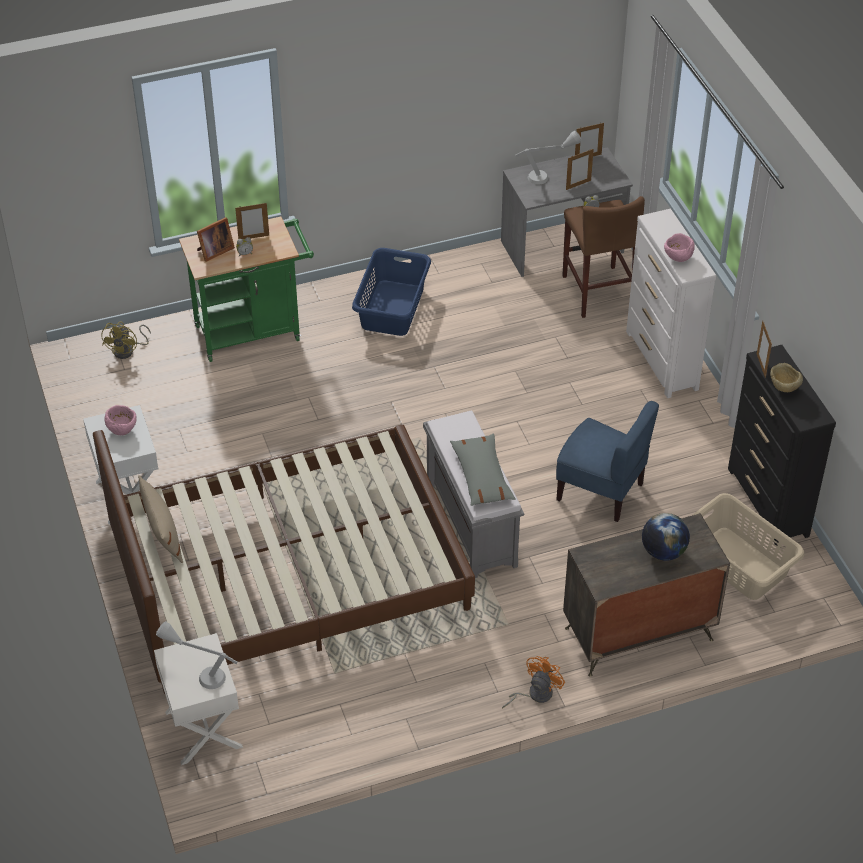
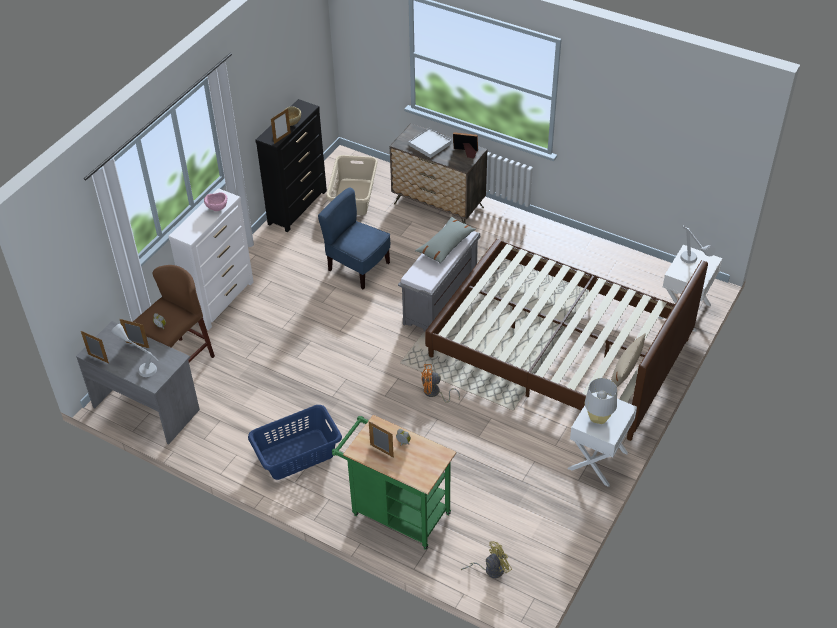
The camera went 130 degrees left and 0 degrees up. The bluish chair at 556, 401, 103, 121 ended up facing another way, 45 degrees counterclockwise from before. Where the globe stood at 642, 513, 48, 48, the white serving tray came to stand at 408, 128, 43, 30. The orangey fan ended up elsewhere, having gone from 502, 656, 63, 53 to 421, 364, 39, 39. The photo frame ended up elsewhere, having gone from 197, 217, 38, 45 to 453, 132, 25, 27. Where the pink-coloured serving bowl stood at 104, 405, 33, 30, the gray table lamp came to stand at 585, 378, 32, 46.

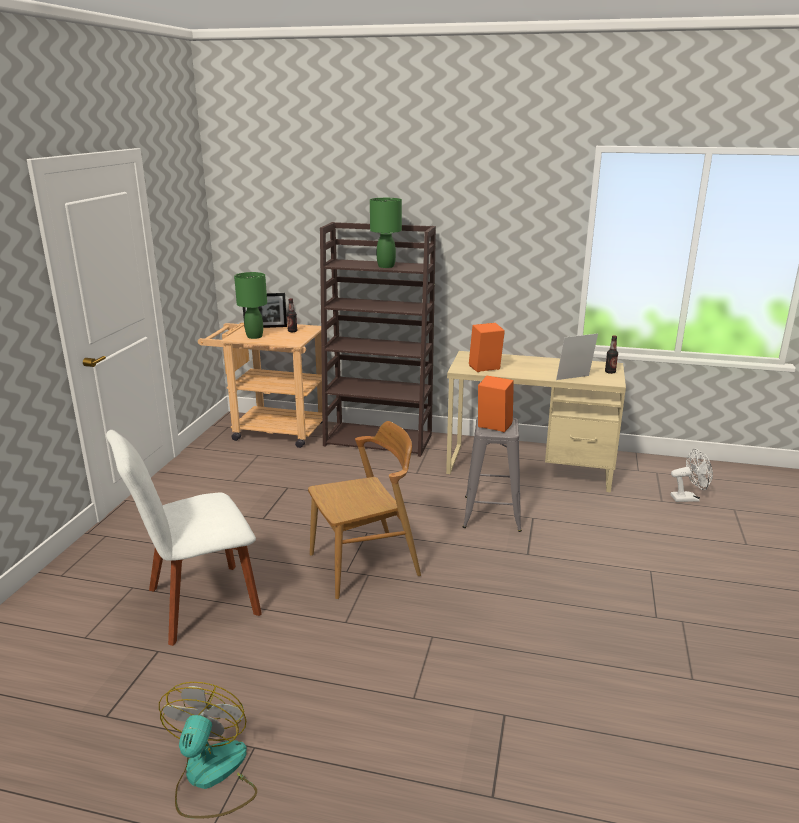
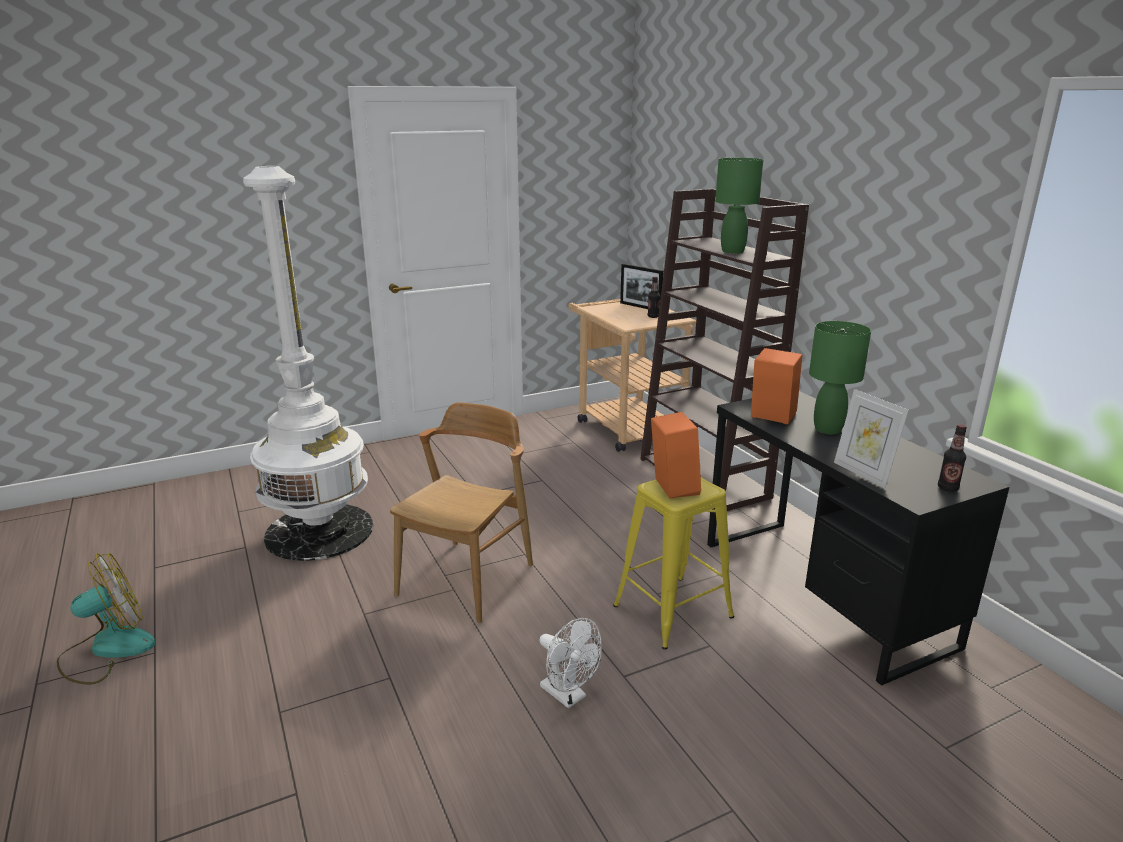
The camera went 50 degrees right and 0 degrees up. Where the white chair stood at 106, 430, 156, 216, the white standard lamp came to stand at 243, 166, 130, 395. The brown-coloured chair at 308, 421, 113, 178 ended up facing another way, 90 degrees counterclockwise from before. The white fan ended up elsewhere, having gone from 670, 448, 43, 54 to 539, 618, 63, 91. What was the gray stool at 463, 417, 59, 115 turned into the yellow-coloured stool at 613, 477, 121, 172. What was the sand-coloured desk at 446, 351, 180, 141 turned into the blackish desk at 707, 391, 303, 295. The greenish table lamp ended up elsewhere, having gone from 234, 272, 33, 67 to 809, 321, 62, 113. The photo frame at 556, 334, 42, 46 ended up facing another way, 150 degrees counterclockwise from before.

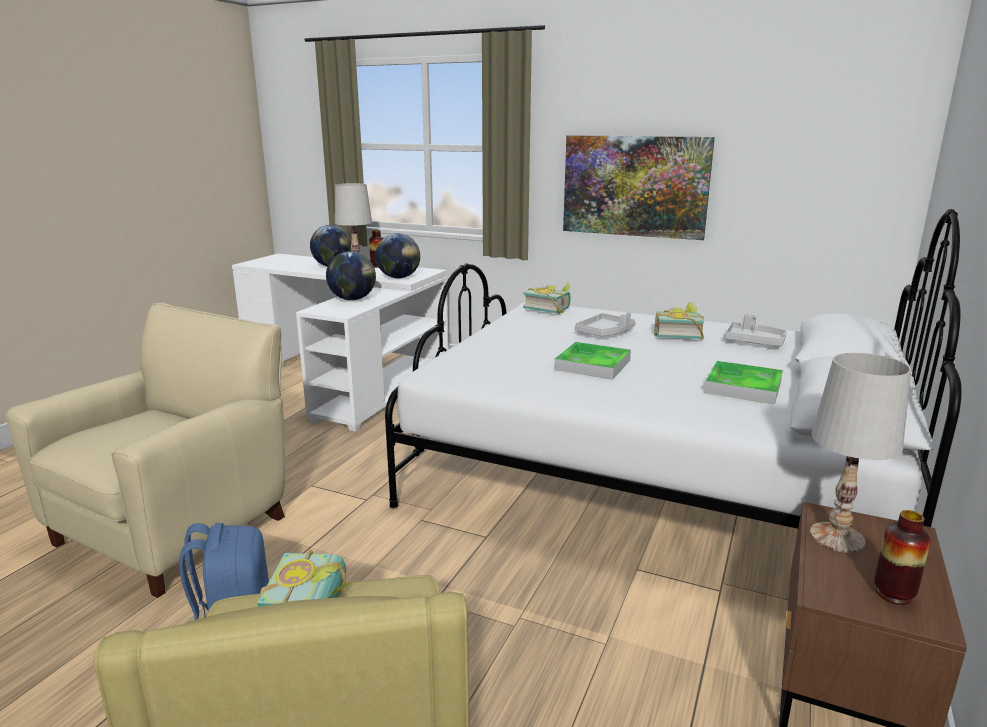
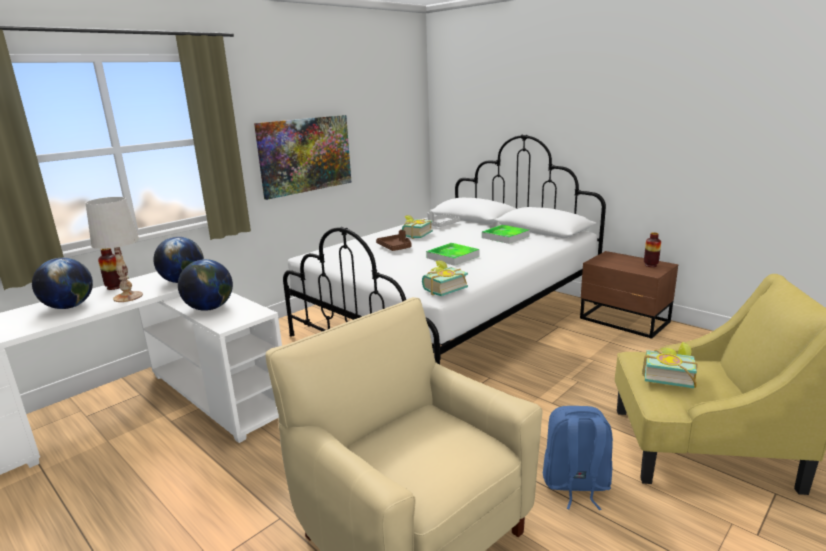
The camera went 70 degrees left and 0 degrees up. What was the gray serving tray at 575, 312, 60, 24 turned into the brown-coloured serving tray at 376, 230, 35, 21. The volume ended up elsewhere, having gone from 523, 283, 48, 31 to 422, 260, 46, 36. The second view lost the white table lamp at 810, 353, 101, 200.

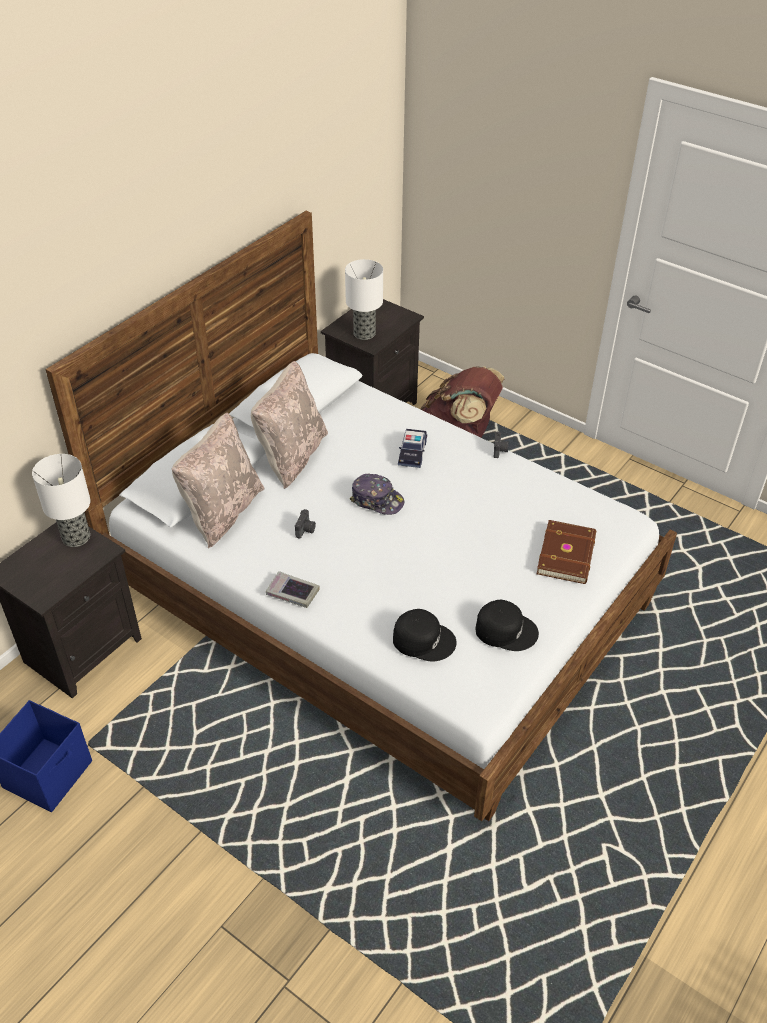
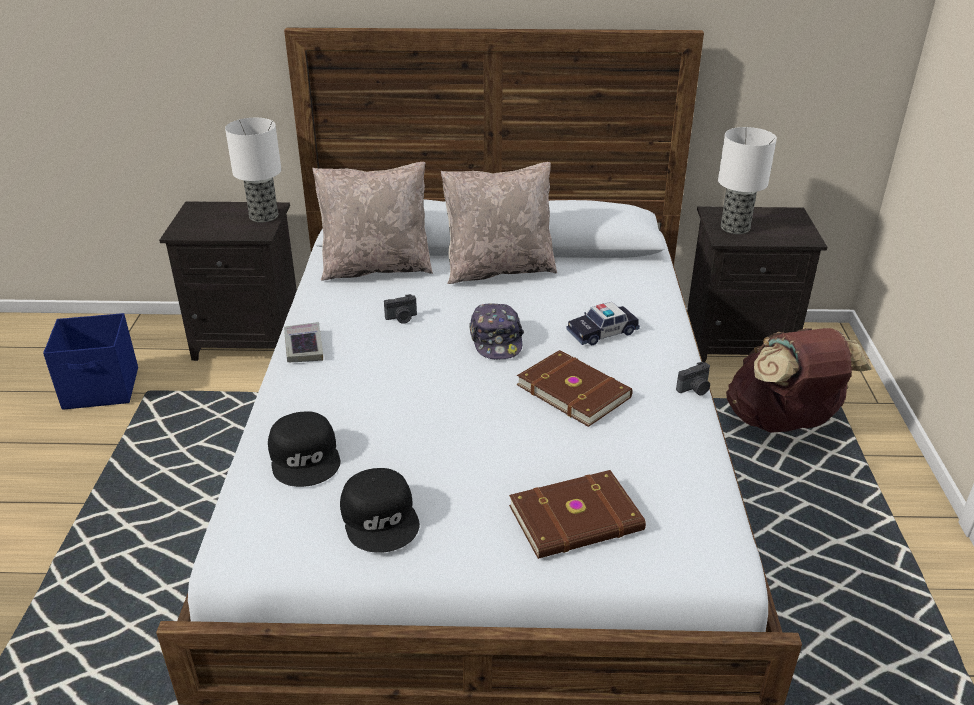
The camera went 55 degrees right and 10 degrees down. The second view gained the brown-coloured volume at 517, 350, 116, 77.

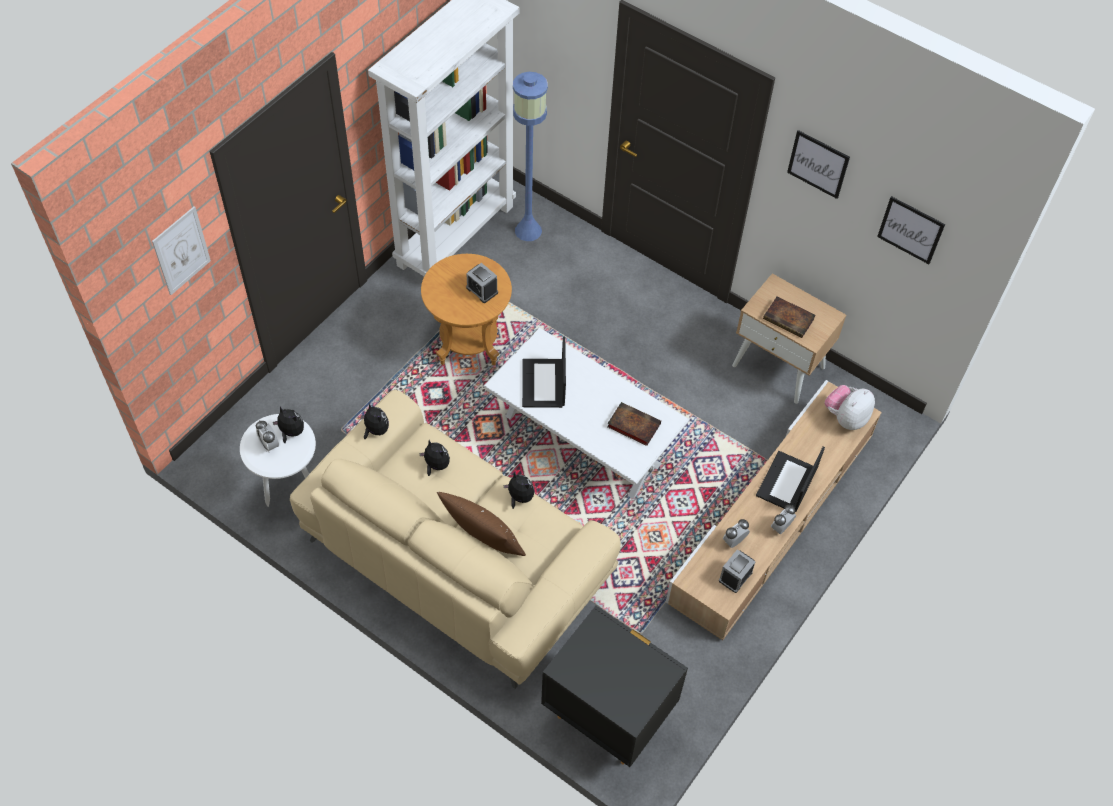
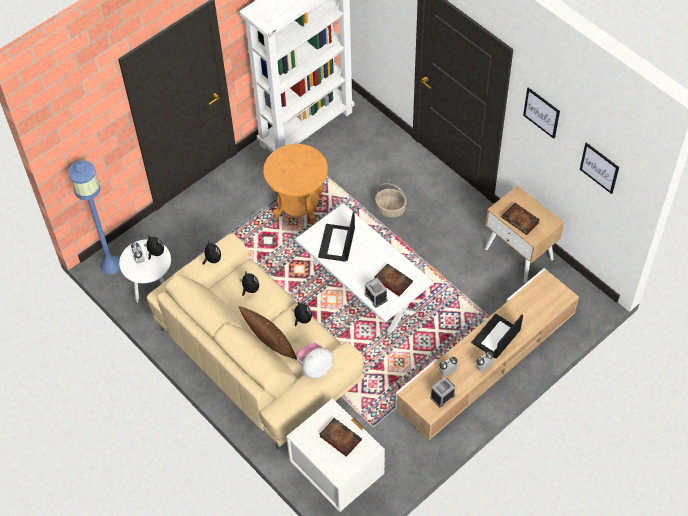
The camera went 15 degrees right and 0 degrees up. The bluish standard lamp ended up elsewhere, having gone from 513, 72, 35, 169 to 68, 160, 52, 114. What was the blackish night table at 541, 605, 147, 162 turned into the white night table at 286, 398, 99, 114. The plush toy ended up elsewhere, having gone from 824, 385, 51, 45 to 296, 343, 37, 36. The second view gained the volume at 320, 418, 42, 39. The alarm clock ended up elsewhere, having gone from 466, 263, 32, 40 to 364, 278, 23, 30. The second view gained the basket at 375, 183, 32, 35. The second view lost the picture at 152, 206, 59, 89.

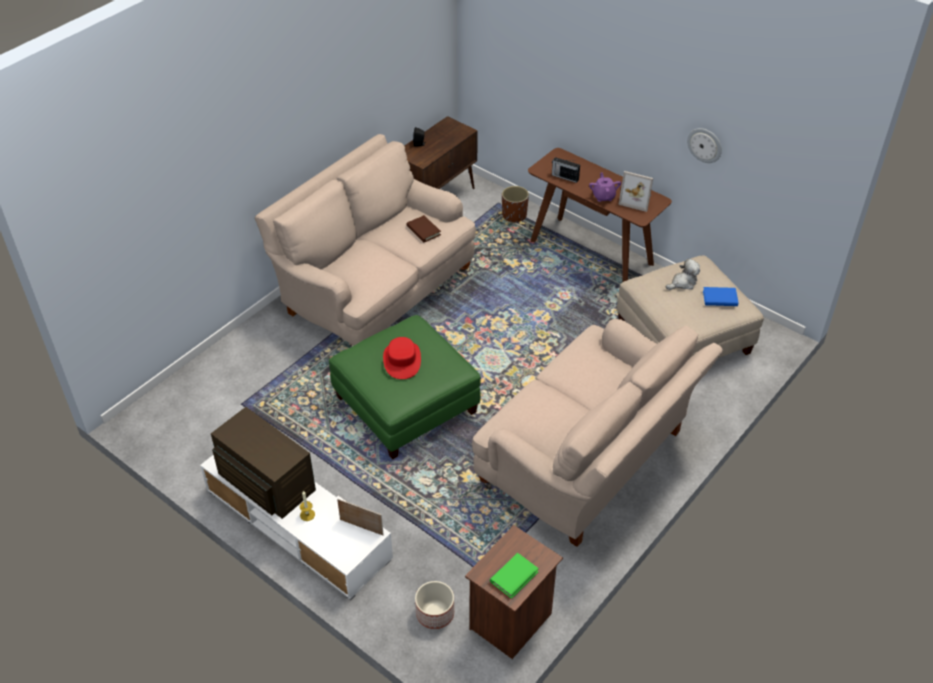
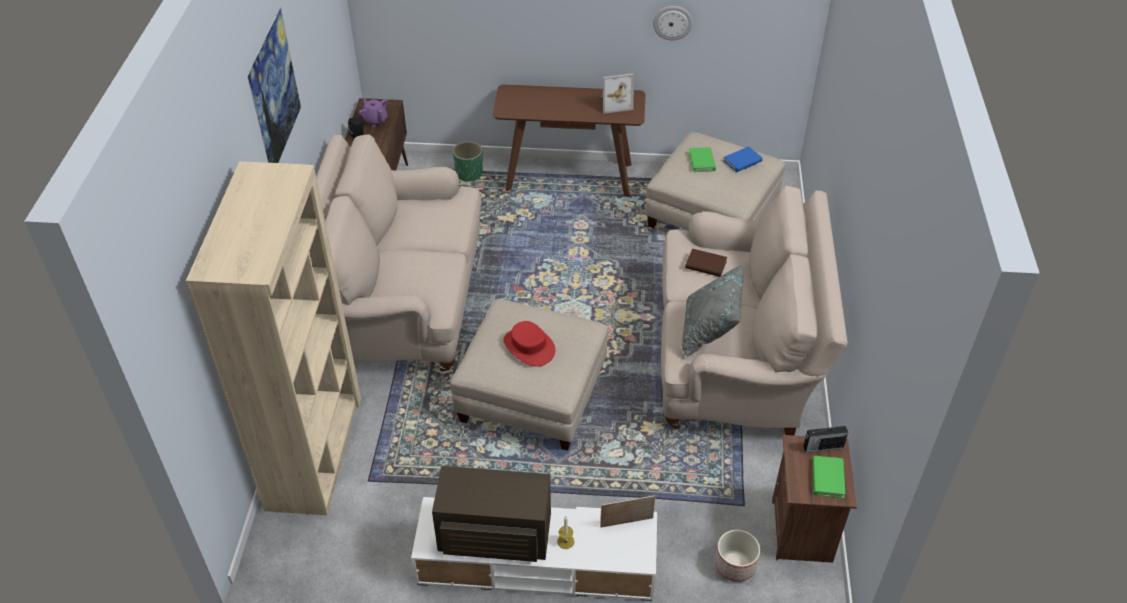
The camera went 35 degrees left and 0 degrees up. The second view gained the sand-coloured shelving unit at 186, 161, 175, 354. The second view gained the picture at 247, 7, 54, 156. The purple-coloured teapot ended up elsewhere, having gone from 589, 172, 32, 30 to 359, 97, 29, 30. What was the greenish pouffe at 329, 315, 152, 144 turned into the sand-coloured pouffe at 451, 299, 157, 152. What was the brown-coloured planter at 502, 186, 27, 37 turned into the greenish planter at 453, 141, 30, 41. The second view gained the gray throw pillow at 682, 264, 62, 94. The brown-coloured volume ended up elsewhere, having gone from 406, 215, 35, 27 to 685, 249, 42, 28. Where the plush toy stood at 666, 259, 34, 31, the greenish volume came to stand at 689, 147, 27, 25. The radio set ended up elsewhere, having gone from 552, 157, 28, 26 to 803, 426, 45, 27.

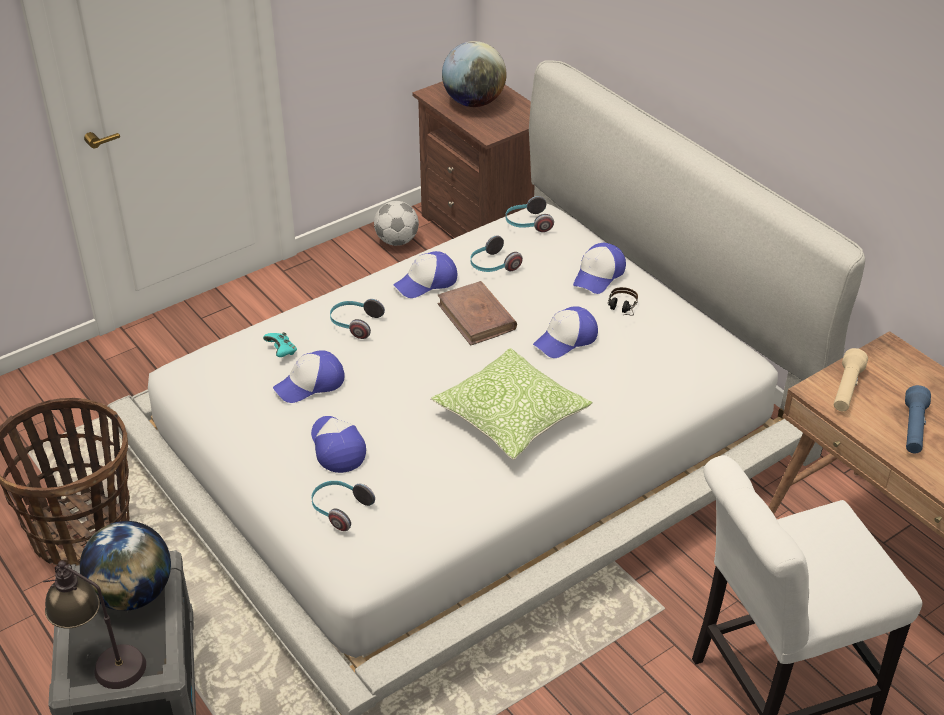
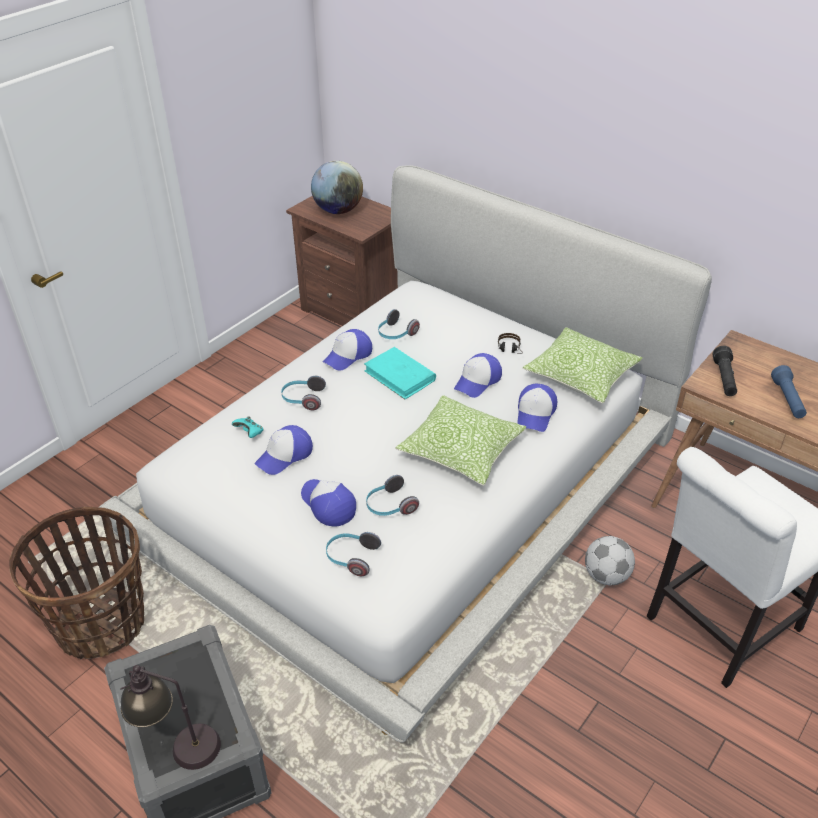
The camera went 15 degrees left and 0 degrees up. What was the brown-coloured volume at 437, 281, 80, 65 turned into the turquoise-coloured volume at 364, 347, 72, 52. The headphones ended up elsewhere, having gone from 506, 196, 48, 36 to 366, 475, 53, 41. The peaked cap ended up elsewhere, having gone from 573, 243, 53, 51 to 517, 384, 40, 48. The second view gained the throw pillow at 522, 327, 121, 77. The football ball ended up elsewhere, having gone from 374, 201, 45, 45 to 585, 536, 50, 49. What was the sand-coloured hand torch at 834, 348, 34, 63 turned into the blackish hand torch at 713, 346, 24, 50. The second view lost the globe at 80, 521, 91, 90.

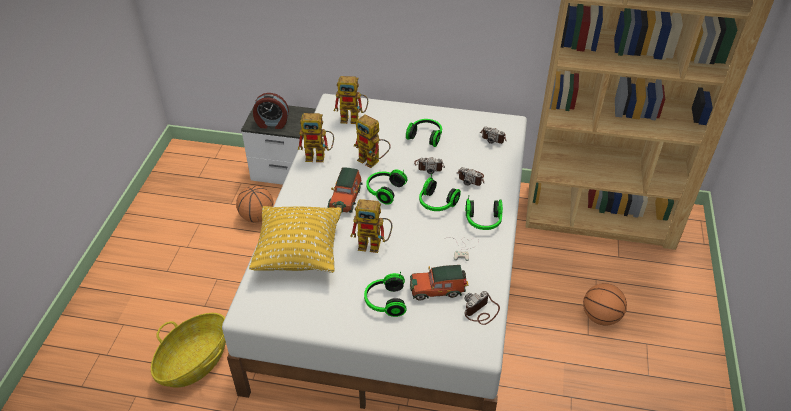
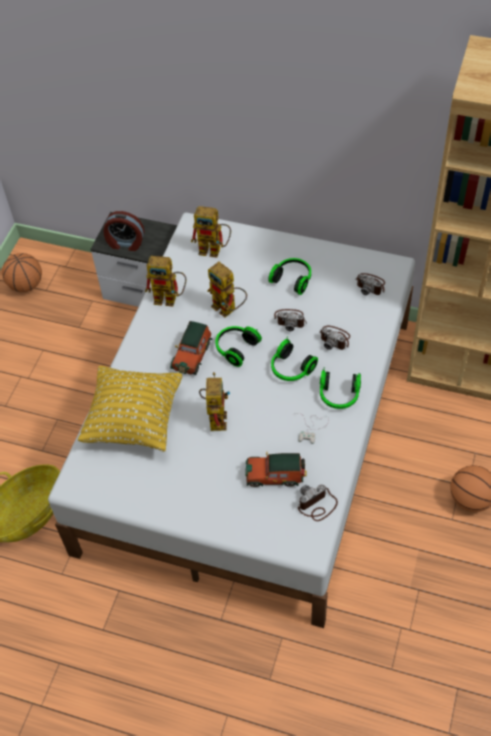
The camera went 10 degrees right and 10 degrees up. The basketball ball ended up elsewhere, having gone from 236, 186, 37, 36 to 2, 253, 40, 39. The toy robot at 350, 199, 43, 54 ended up facing another way, 105 degrees counterclockwise from before. The second view lost the headphones at 364, 271, 43, 46.

